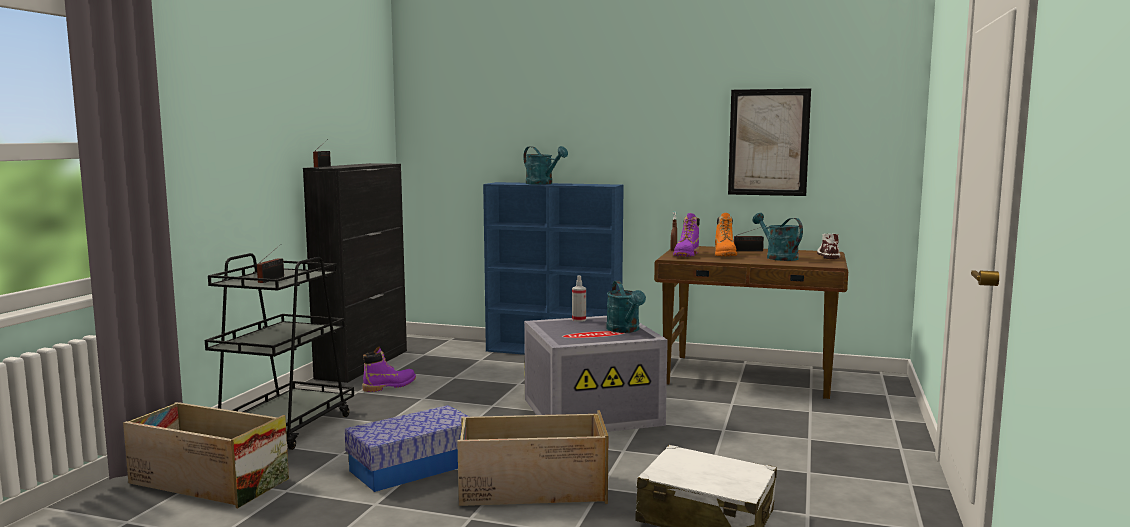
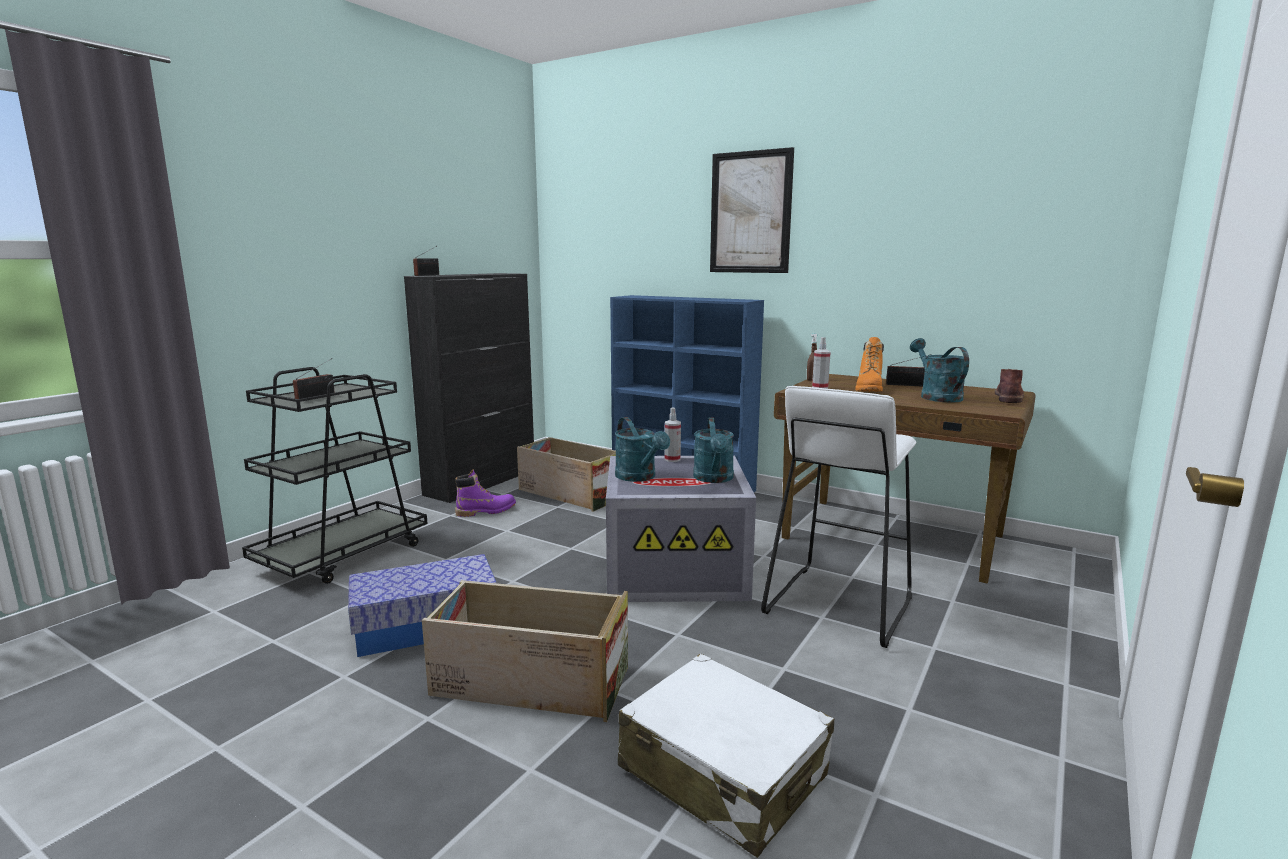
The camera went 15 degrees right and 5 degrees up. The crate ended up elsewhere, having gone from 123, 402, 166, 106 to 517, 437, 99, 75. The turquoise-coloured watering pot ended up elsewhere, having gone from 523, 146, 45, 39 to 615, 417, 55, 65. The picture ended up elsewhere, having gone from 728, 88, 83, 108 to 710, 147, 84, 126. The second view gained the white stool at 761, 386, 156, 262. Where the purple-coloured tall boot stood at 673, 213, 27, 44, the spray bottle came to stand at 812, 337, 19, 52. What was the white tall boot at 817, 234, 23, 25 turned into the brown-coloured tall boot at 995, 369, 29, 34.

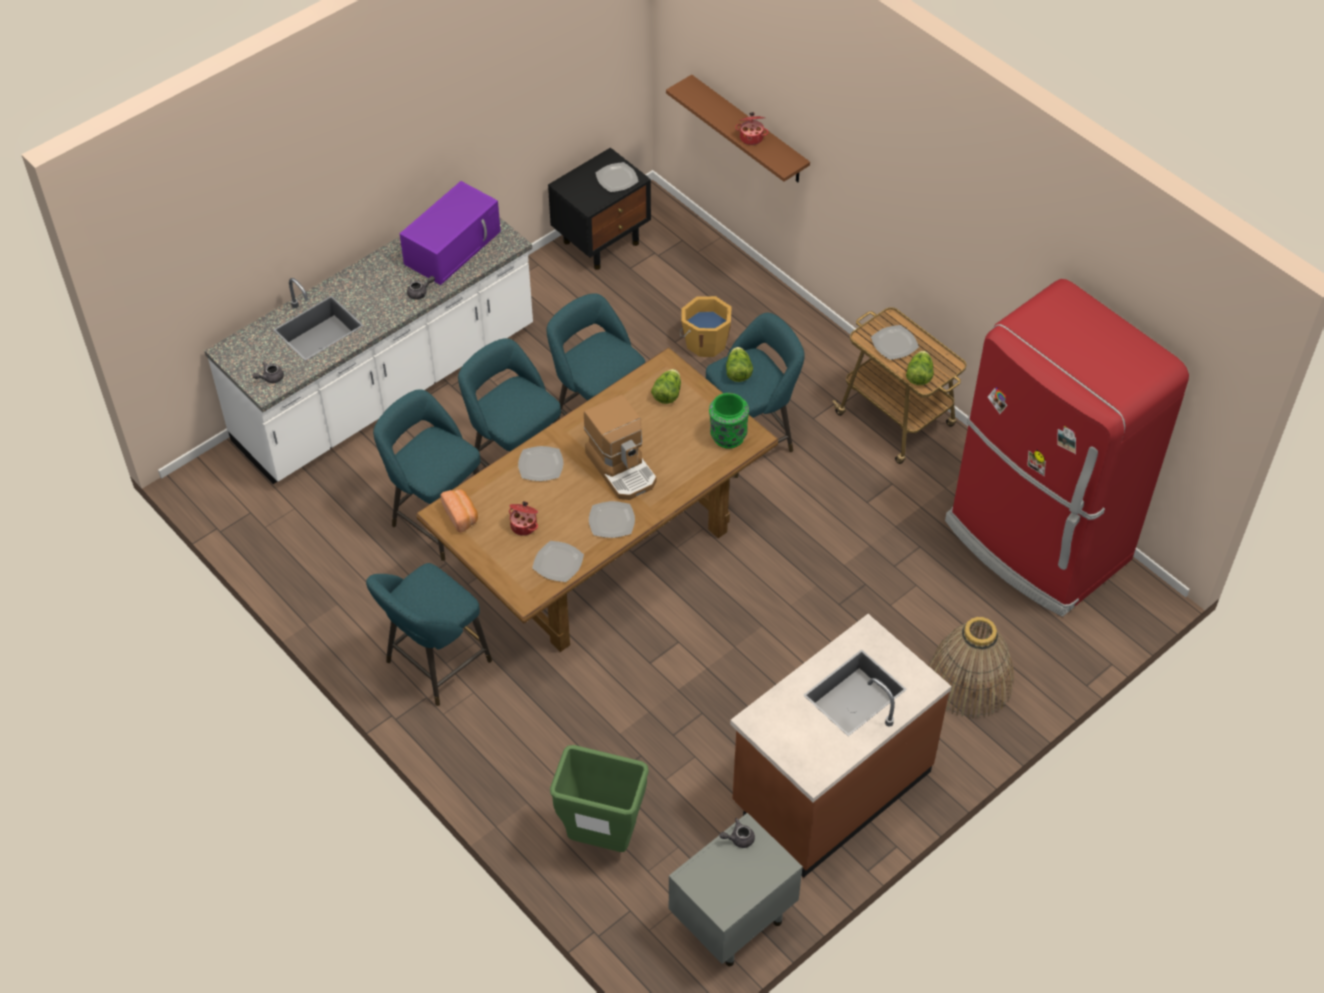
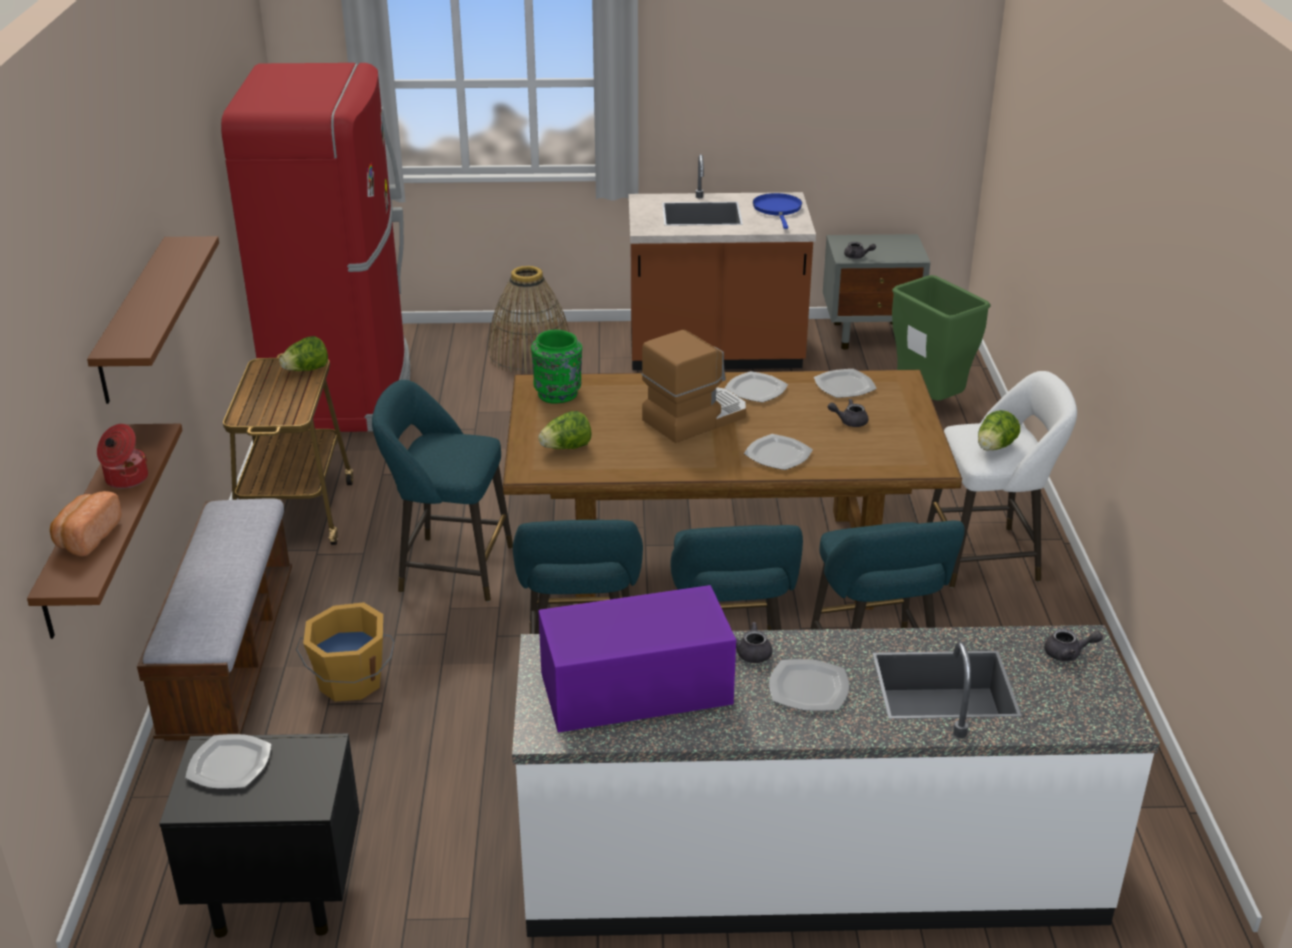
The camera went 140 degrees left and 20 degrees down. The bakery bread ended up elsewhere, having gone from 440, 489, 38, 44 to 50, 491, 72, 66. The second view gained the brown-coloured bracket shelf at 87, 236, 132, 168. The second view gained the indoor bench at 137, 498, 155, 243. The coffee brewer at 584, 395, 72, 105 ended up facing another way, 45 degrees clockwise from before. The second view gained the bluish frying pan at 753, 193, 49, 36. The plate ended up elsewhere, having gone from 871, 325, 48, 35 to 769, 659, 80, 52. Where the stockpot stood at 509, 501, 29, 35, the gray teapot came to stand at 828, 399, 40, 28. What was the turquoise-coloured stool at 366, 563, 126, 143 turned into the white stool at 927, 371, 150, 217. The lettuce ended up elsewhere, having gone from 726, 347, 27, 35 to 978, 410, 42, 41.

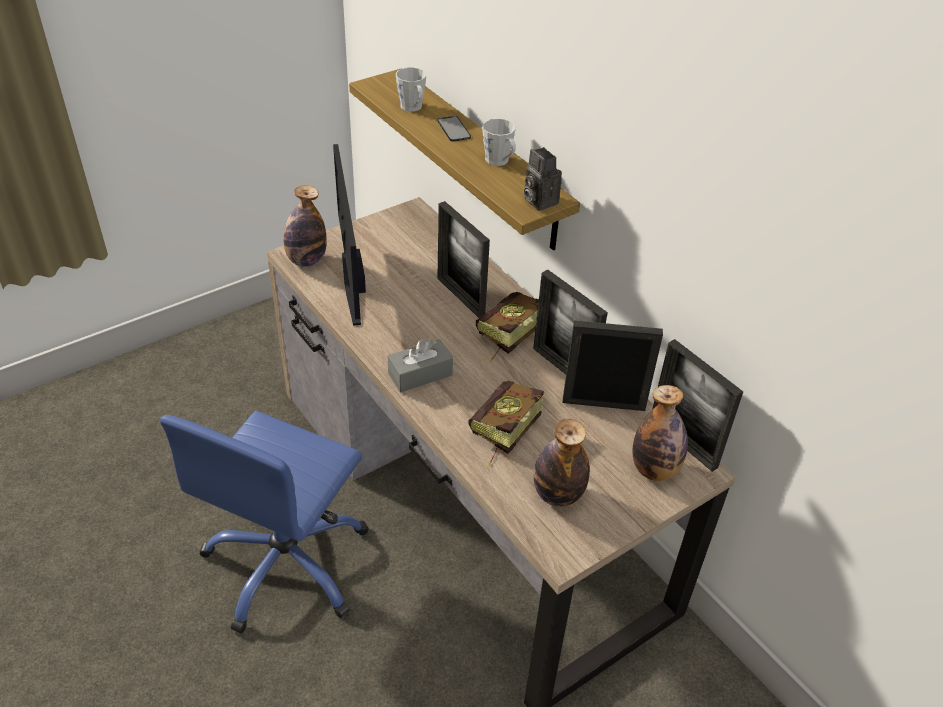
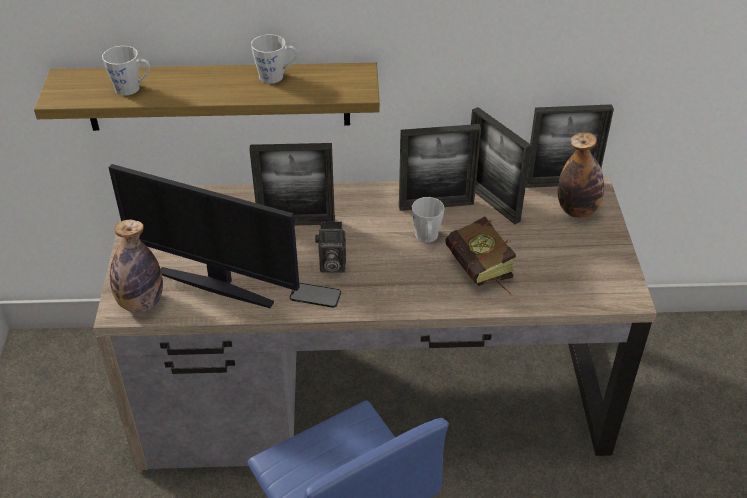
The camera went 55 degrees left and 0 degrees up. The telephone ended up elsewhere, having gone from 437, 116, 34, 26 to 290, 283, 51, 25. The still camera ended up elsewhere, having gone from 523, 147, 39, 64 to 315, 221, 31, 52. The second view gained the gray tea mug at 412, 197, 32, 46. The photo frame at 563, 320, 100, 91 ended up facing another way, 75 degrees counterclockwise from before. The second view lost the gray box of tissues at 388, 339, 65, 53. The second view lost the volume at 476, 292, 63, 70. The second view lost the beverage bottle at 534, 419, 56, 88.

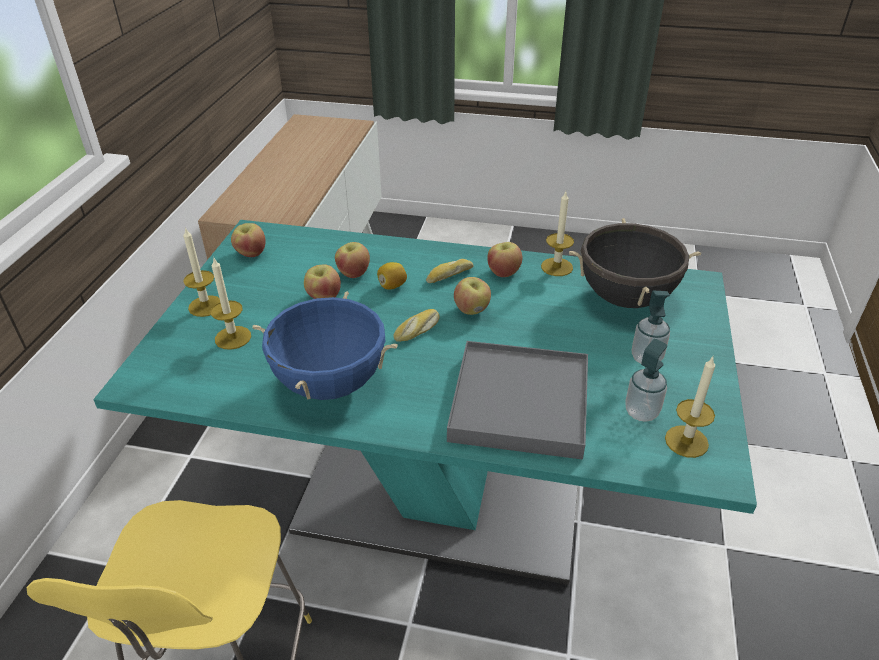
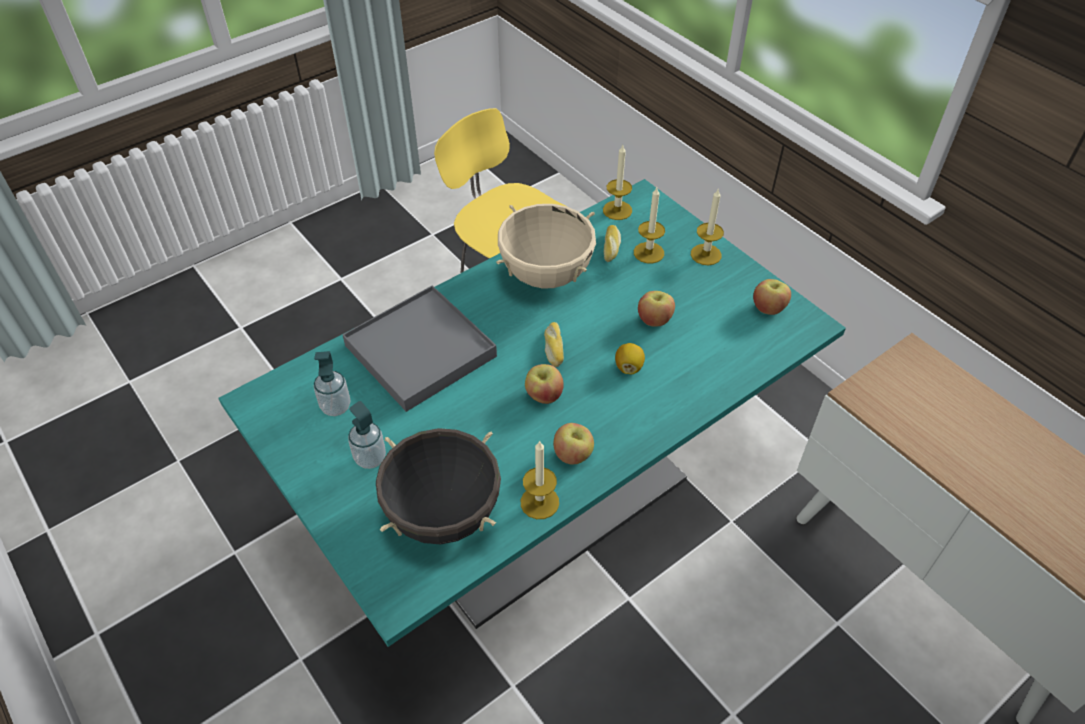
The camera went 130 degrees right and 10 degrees up. What was the bluish stockpot at 252, 291, 146, 109 turned into the sand-coloured stockpot at 496, 204, 100, 84. The candle ended up elsewhere, having gone from 665, 357, 50, 101 to 603, 145, 29, 75. The bakery bread ended up elsewhere, having gone from 426, 259, 47, 24 to 604, 225, 17, 37. The second view lost the apple fruit at 335, 242, 35, 36.

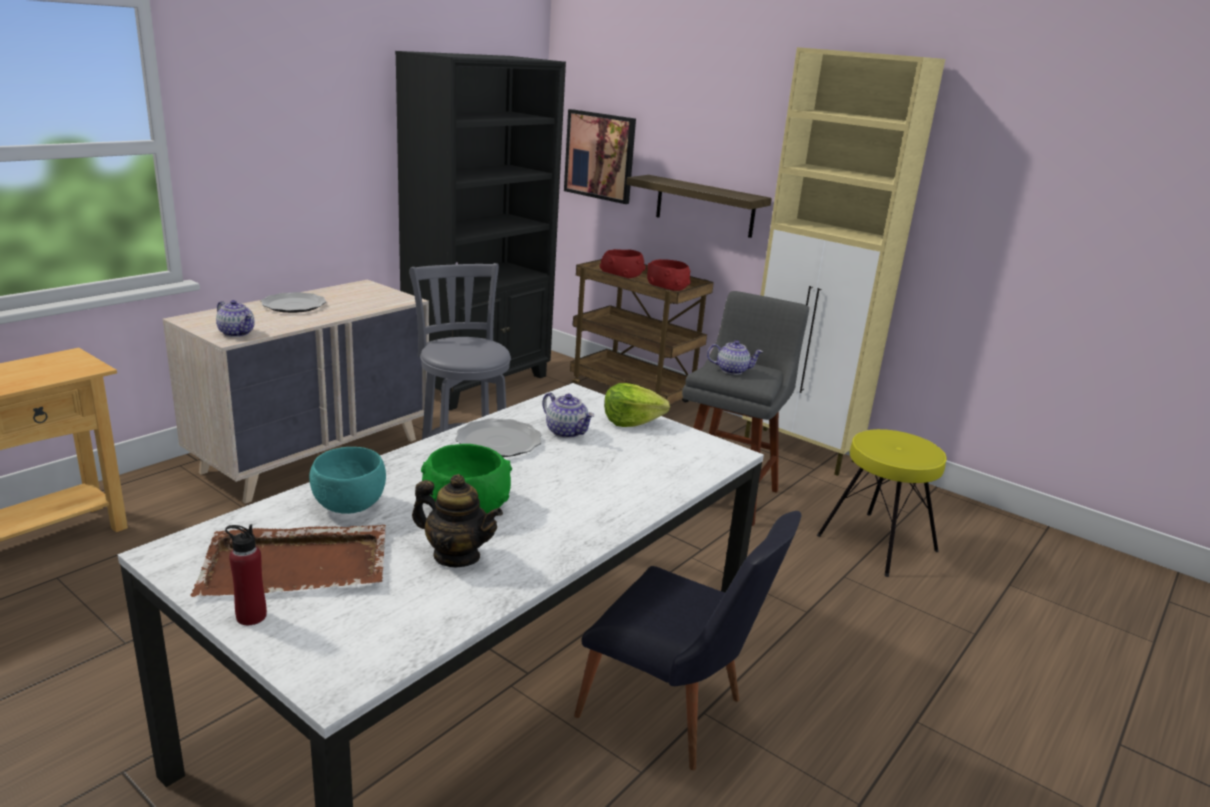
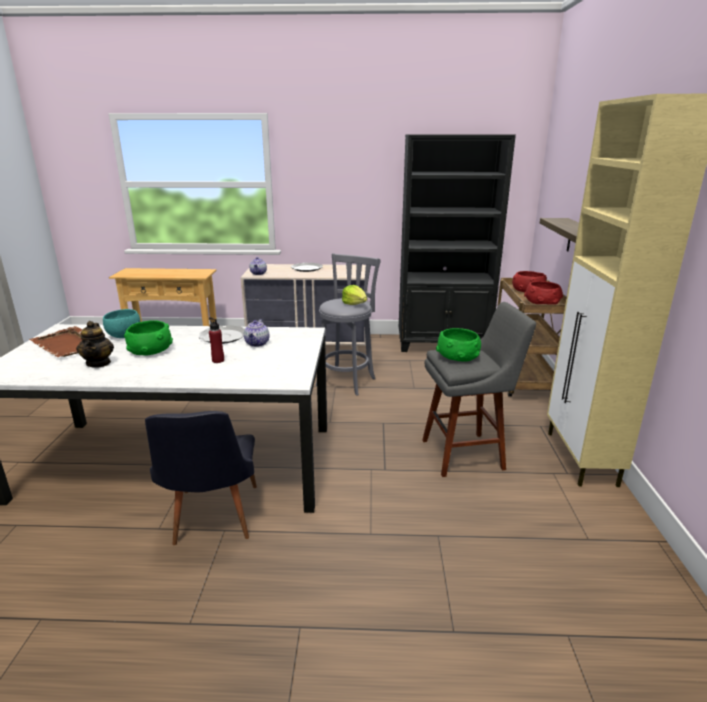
The camera went 55 degrees right and 0 degrees up. The reddish beverage bottle ended up elsewhere, having gone from 225, 524, 42, 101 to 209, 317, 15, 46. The lettuce ended up elsewhere, having gone from 604, 383, 66, 44 to 342, 285, 25, 20. Where the teapot stood at 707, 340, 56, 35, the greenish serving bowl came to stand at 436, 328, 45, 34. The second view lost the picture at 564, 109, 72, 95. The second view lost the yellow-coloured stool at 817, 429, 130, 148.

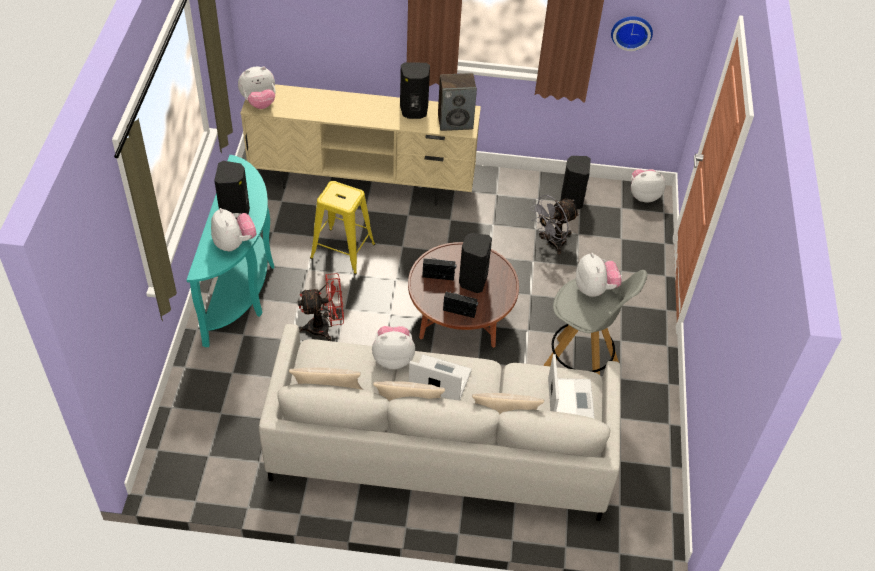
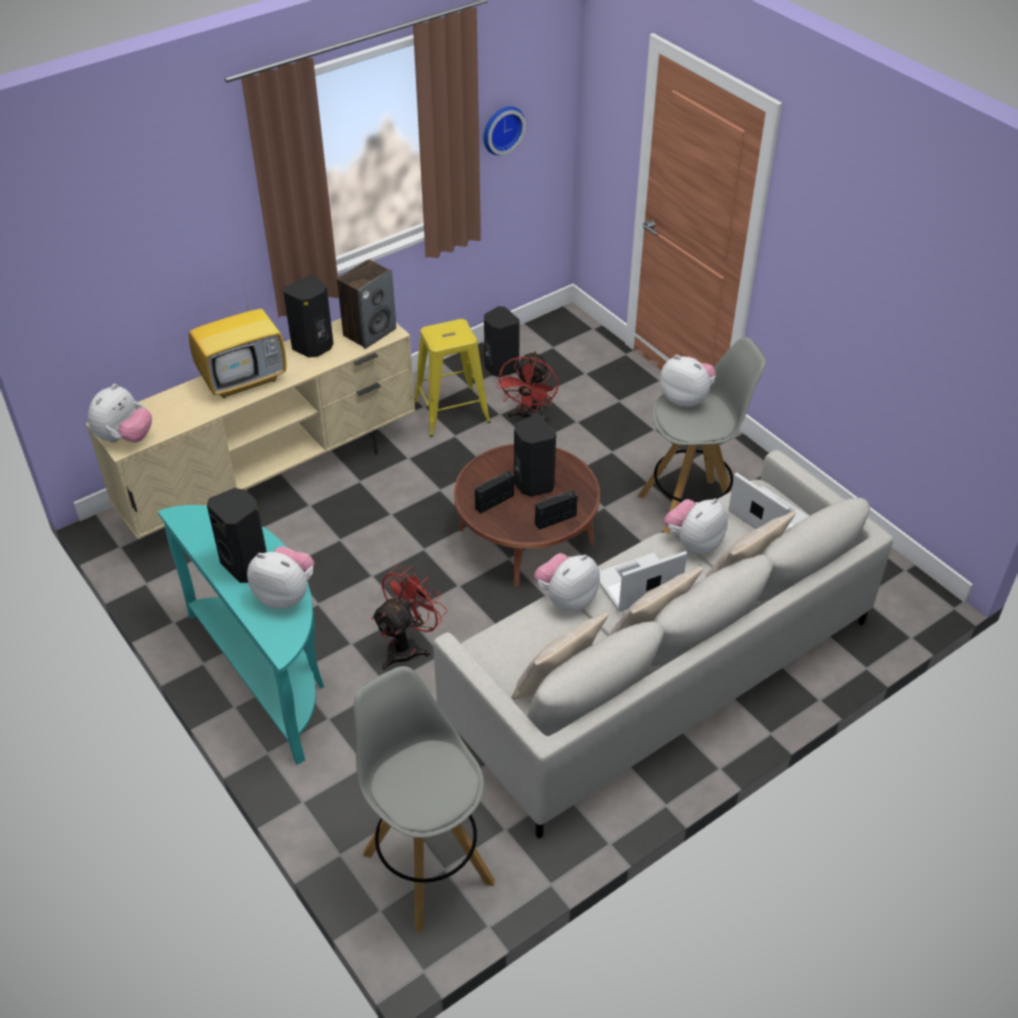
The camera went 40 degrees left and 5 degrees down. The second view gained the TV set at 189, 276, 98, 122. The second view gained the gray stool at 354, 666, 141, 267. The yellow-coloured stool ended up elsewhere, having gone from 310, 181, 65, 94 to 414, 319, 77, 117. What was the gray fan at 530, 195, 50, 59 turned into the reddish fan at 496, 351, 62, 72. The plush toy ended up elsewhere, having gone from 631, 169, 35, 34 to 664, 498, 64, 56.

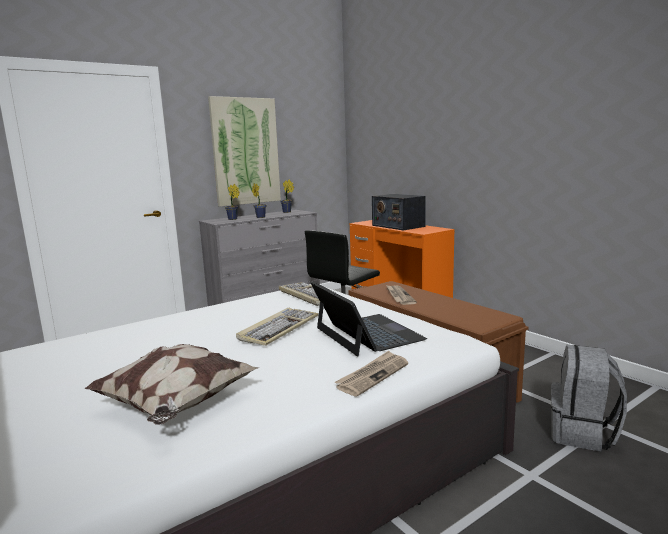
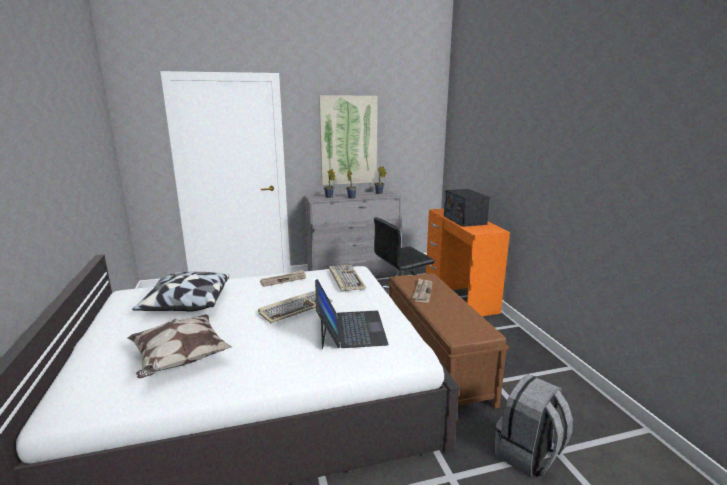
The camera went 20 degrees right and 5 degrees up. The second view gained the throw pillow at 132, 272, 97, 40. The newspaper ended up elsewhere, having gone from 335, 350, 73, 46 to 260, 270, 46, 17.

